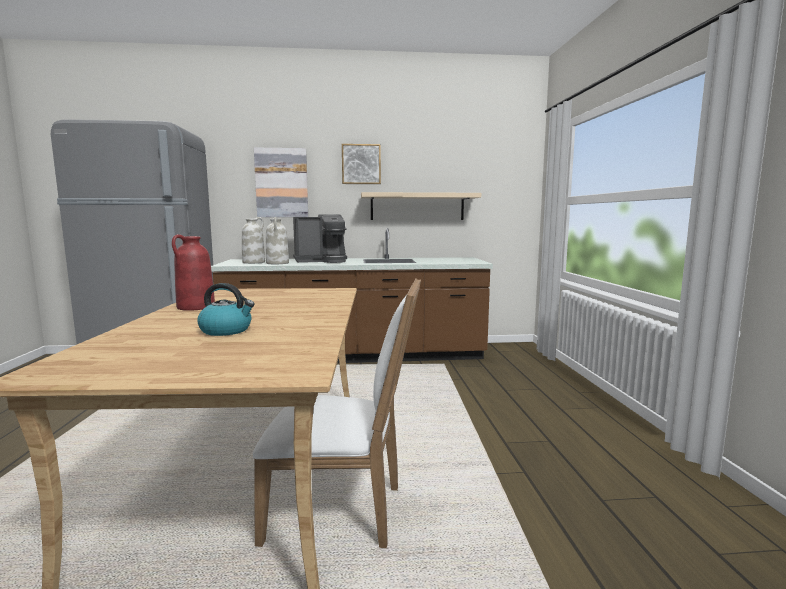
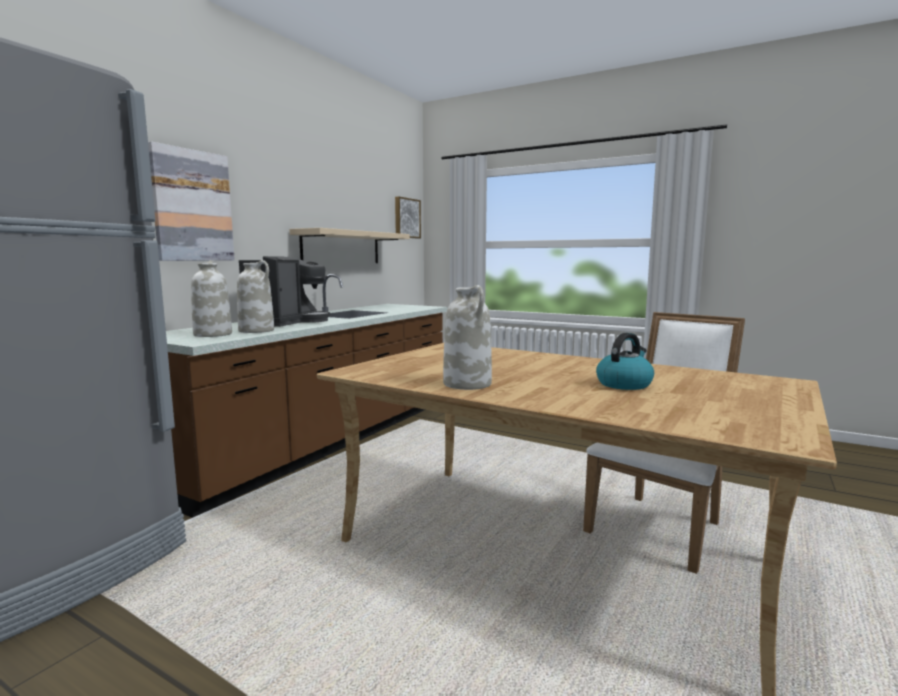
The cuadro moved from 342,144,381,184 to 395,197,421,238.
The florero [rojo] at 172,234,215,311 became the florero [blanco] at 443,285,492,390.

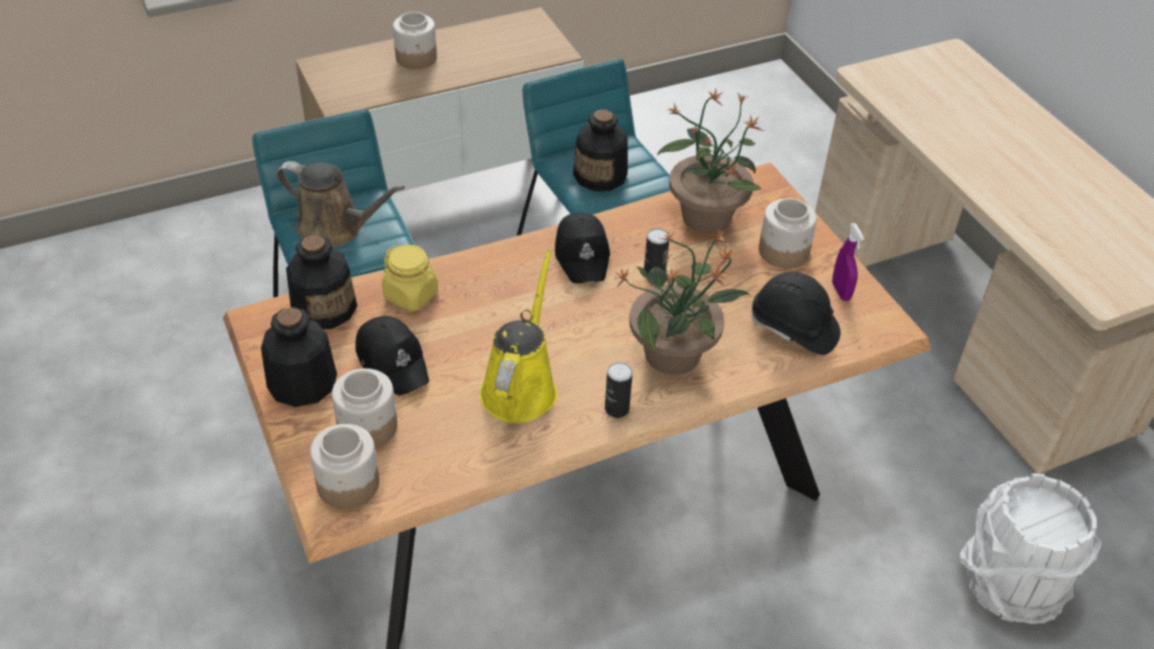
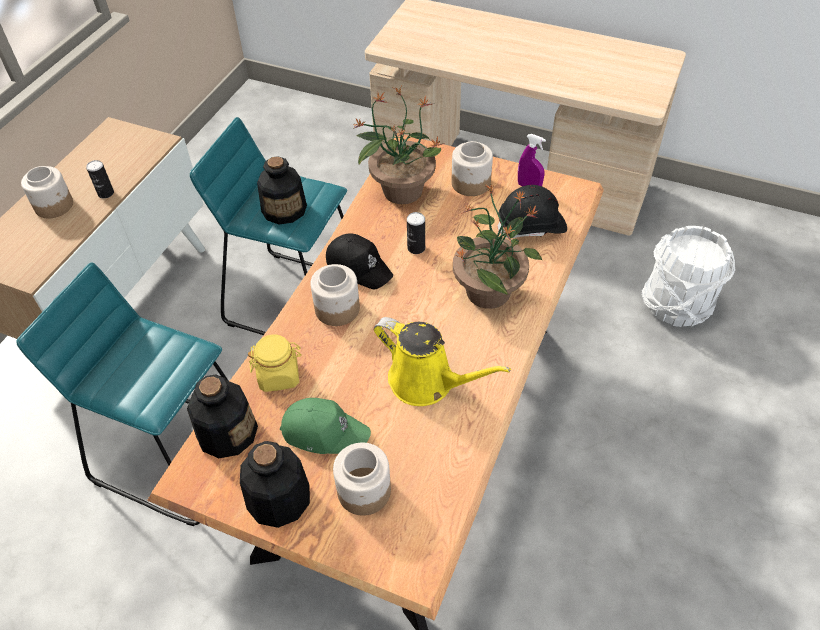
The regadera [marrón] at 276,161,405,248 disappeared.
The tarro moved from 310,424,379,509 to 310,264,360,326.
The lata moved from 605,362,633,418 to 86,160,114,198.
The gorra [negro] at 355,316,429,395 became the gorra [verde] at 280,398,371,454.
The regadera [amarillo] at 479,249,558,423 turned 150 degrees clockwise.

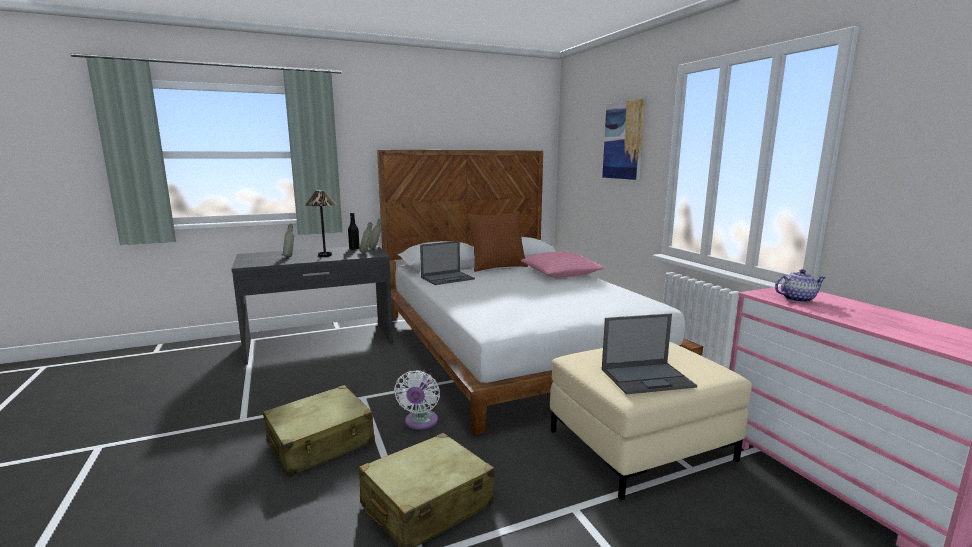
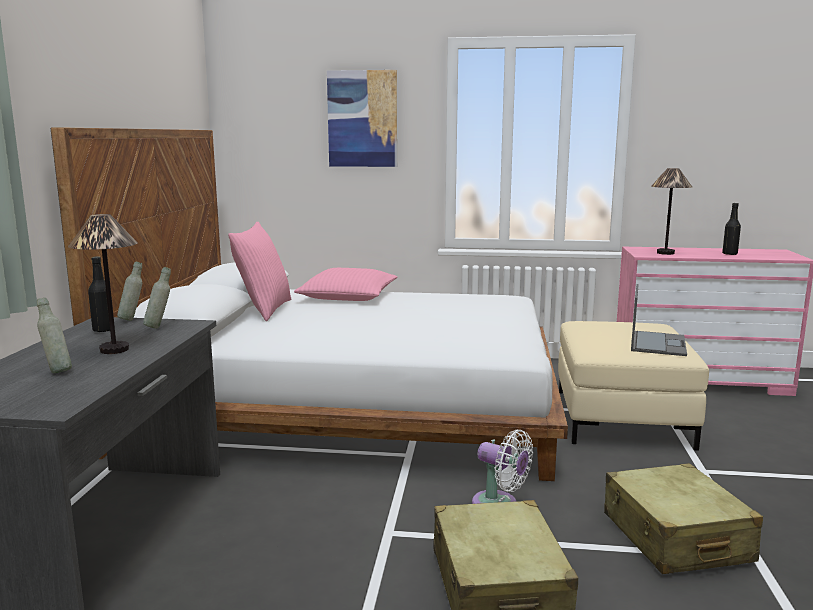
The portátil at 420,241,475,285 disappeared.
The botella [negro] at 722,203,741,255 appeared.
The tetera at 775,269,826,303 was replaced by the lámpara de mesa at 651,168,692,255.
The cojín [marrón] at 466,211,528,272 became the cojín [rosa] at 228,222,291,321.

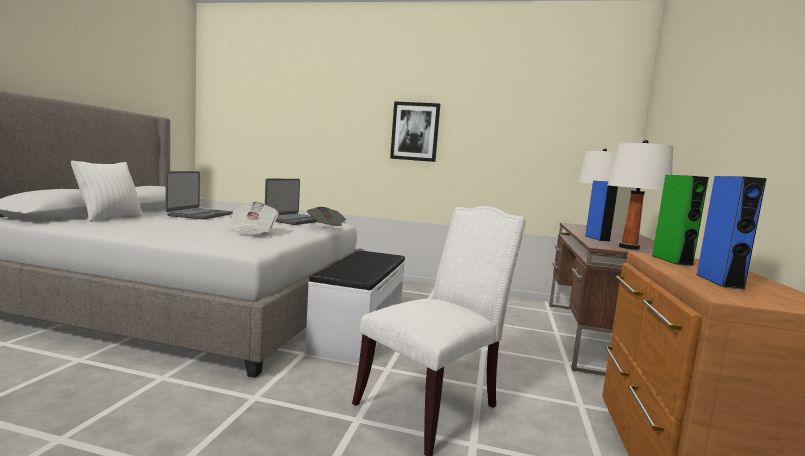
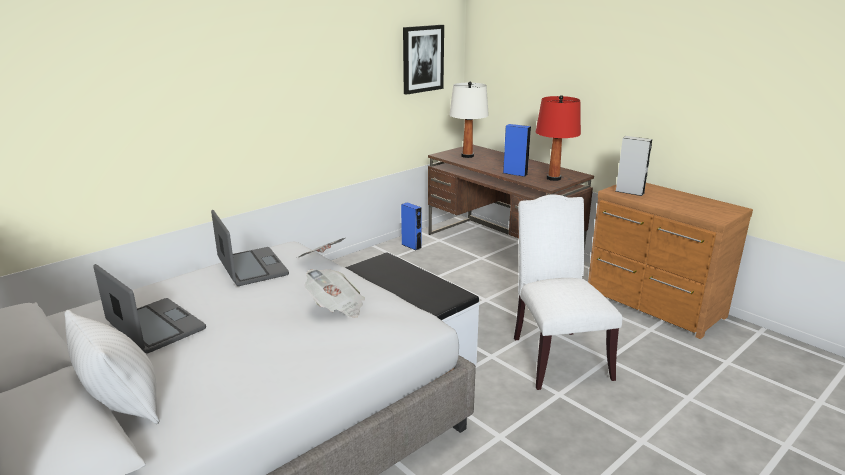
The cuadro moved from 390,101,440,162 to 403,25,444,95.
The altavoz [azul] moved from 696,176,767,290 to 401,202,422,250.
The lámpara de mesa [blanco] at 608,140,673,250 became the lámpara de mesa [rojo] at 536,95,581,181.
The altavoz [verde] at 652,175,709,266 became the altavoz [gris] at 615,136,652,196.

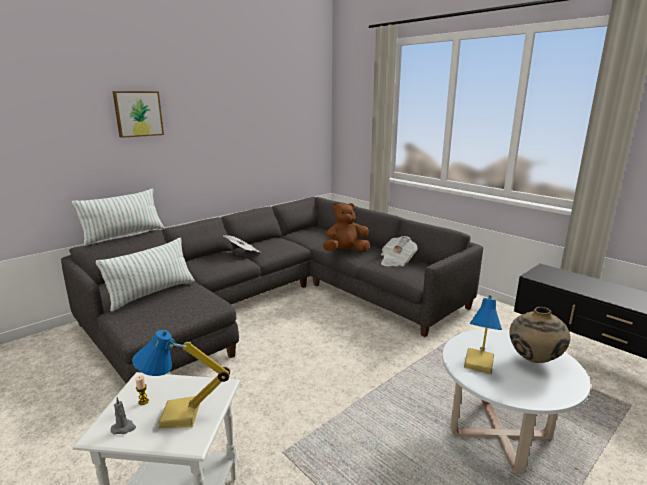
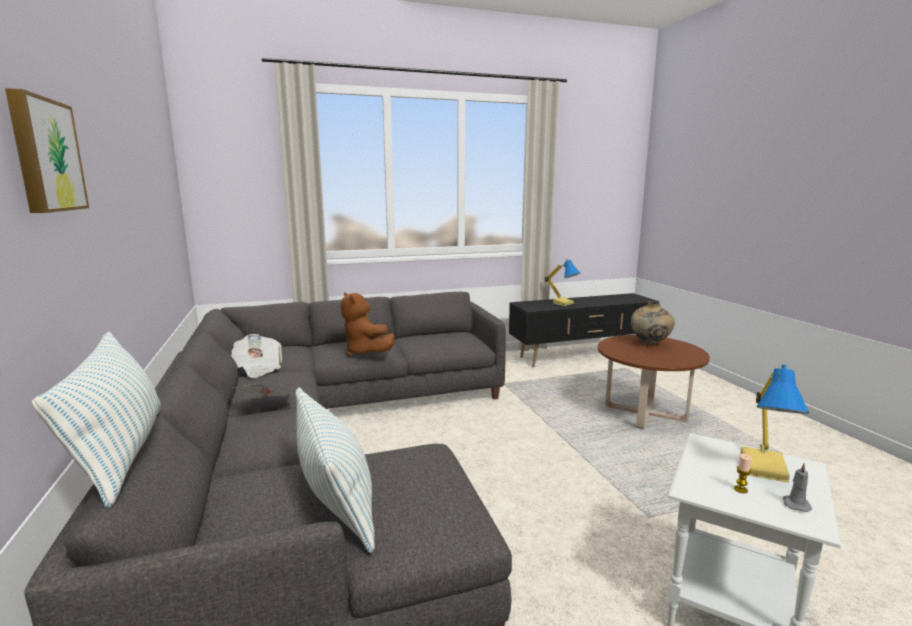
The periódico moved from 381,236,418,266 to 231,334,282,378.
The lámpara de mesa moved from 464,295,502,374 to 545,259,581,306.
The mesa de centro [blanco] at 442,329,591,474 became the mesa de centro [marrón] at 598,335,710,429.
The peluche [marrón] at 323,203,370,251 turned 45 degrees counterclockwise.

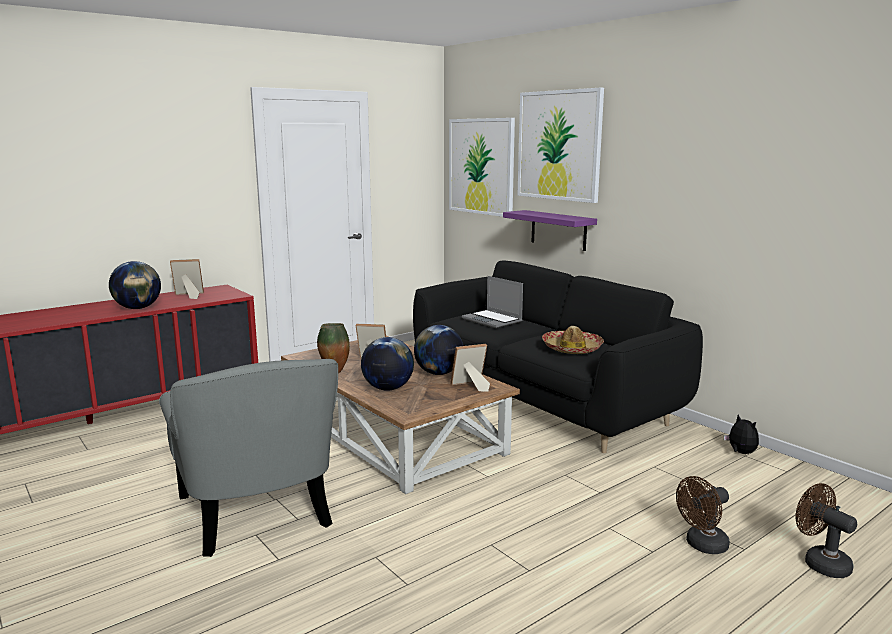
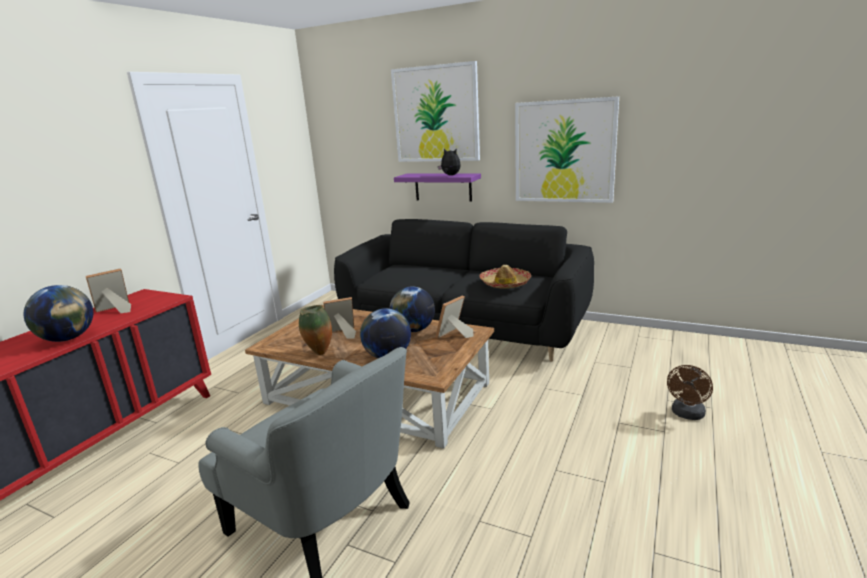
The portátil at 462,276,523,328 disappeared.
The ventilador [marrón] at 795,483,857,578 disappeared.
The cuadro moved from 449,118,515,217 to 515,96,619,203.
The peluche moved from 724,415,759,454 to 438,149,461,175.

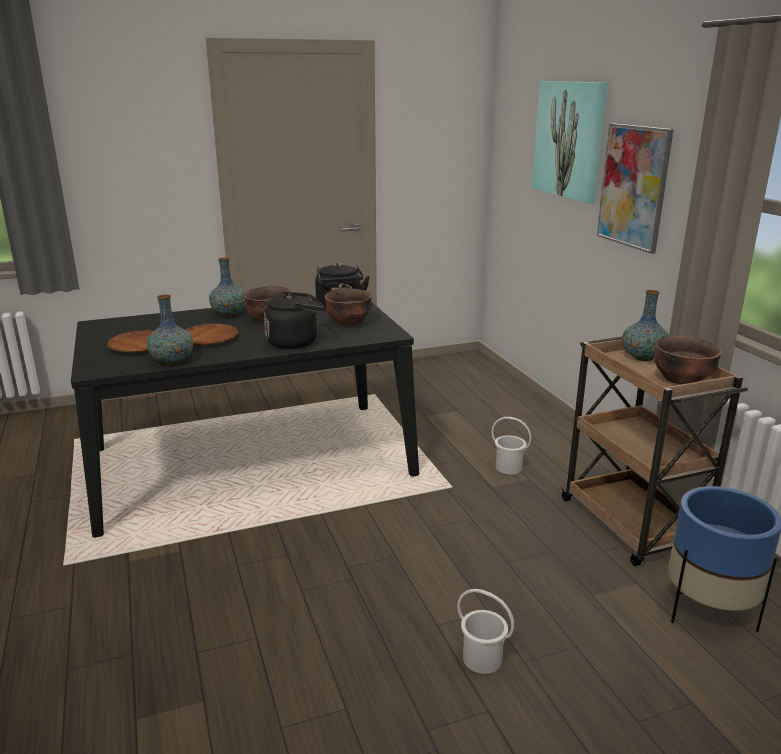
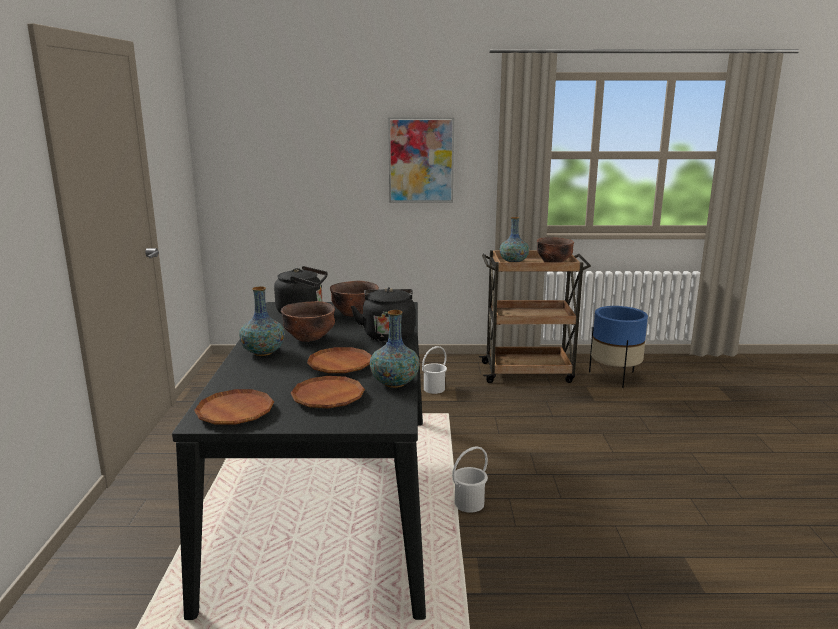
The cuadro at 532,81,608,204 disappeared.
The plato [marrón] at 194,389,274,425 appeared.
The cubo [blanco] moved from 457,589,514,674 to 452,446,488,513.

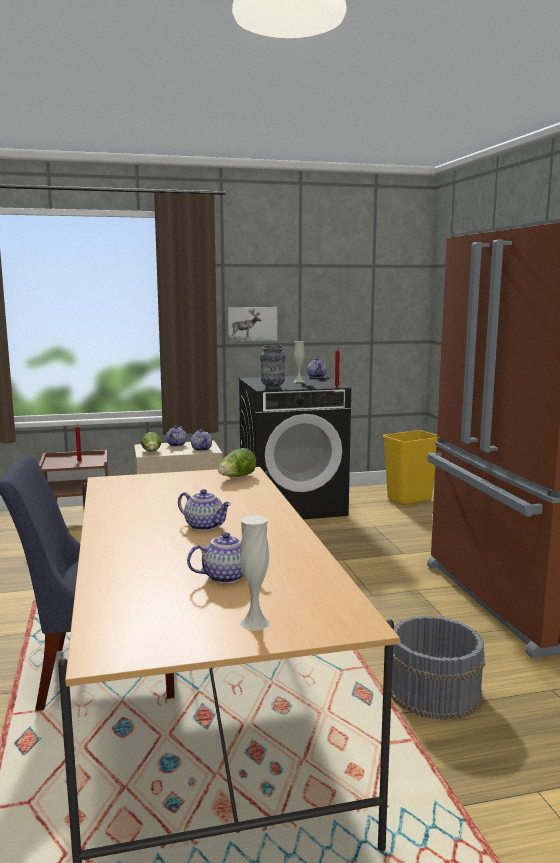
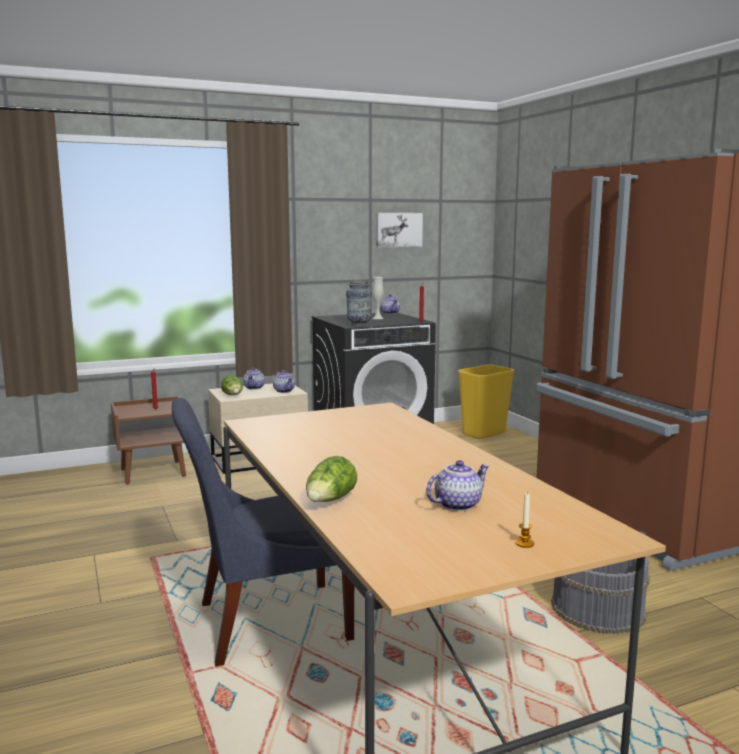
The tetera at 178,489,231,531 disappeared.
The lechuga moved from 218,448,256,477 to 306,456,357,502.
The cuadro moved from 228,307,277,342 to 376,213,423,247.
The florero [blanco] at 239,515,271,631 was replaced by the vela at 515,493,534,548.

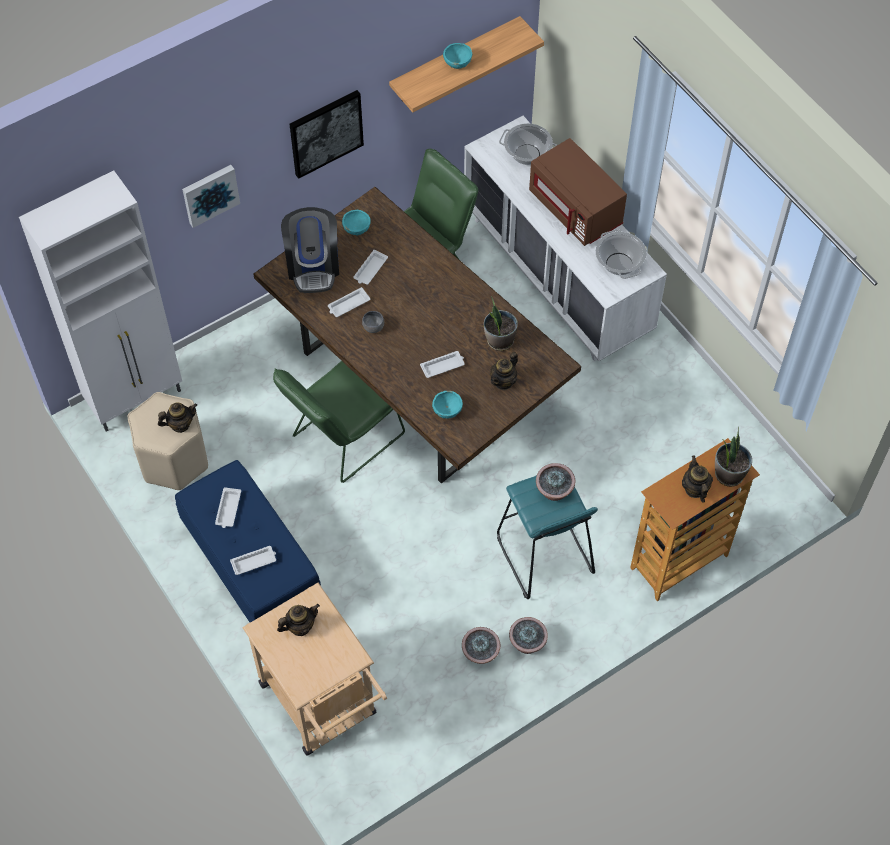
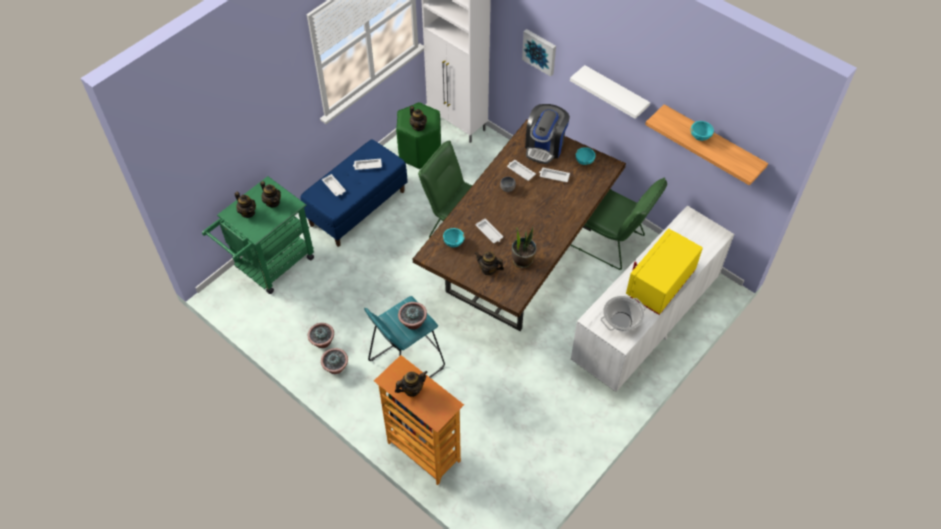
The olla at 499,123,557,165 disappeared.
The planta en maceta at 715,427,752,487 disappeared.
The tetera at 235,192,256,218 appeared.
The cuadro at 290,90,364,179 was replaced by the estante [blanco] at 570,65,650,119.
The taburete [beis] at 127,392,208,490 became the taburete [verde] at 396,102,441,169.
The carrito [beis] at 242,583,387,756 became the carrito [verde] at 202,176,314,294.
The microondas [marrón] at 529,138,627,246 became the microondas [amarillo] at 626,228,703,315.
The cafetera at 281,207,339,293 turned 45 degrees counterclockwise.

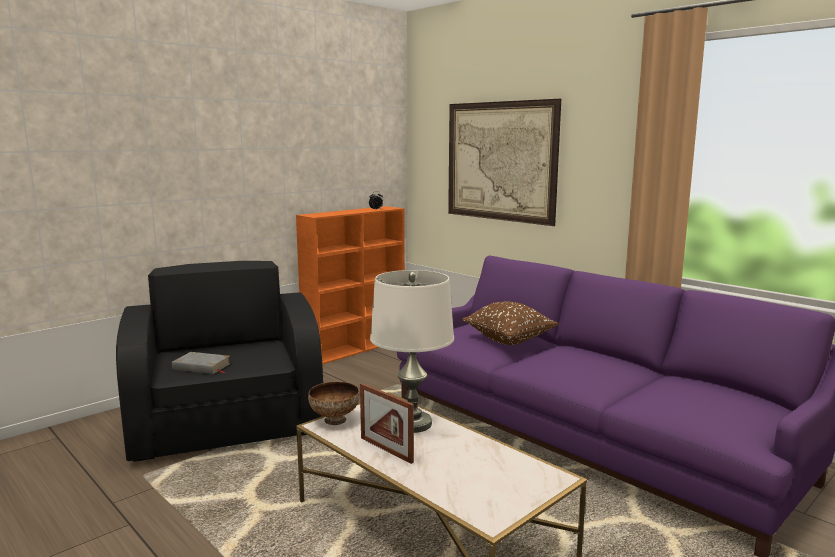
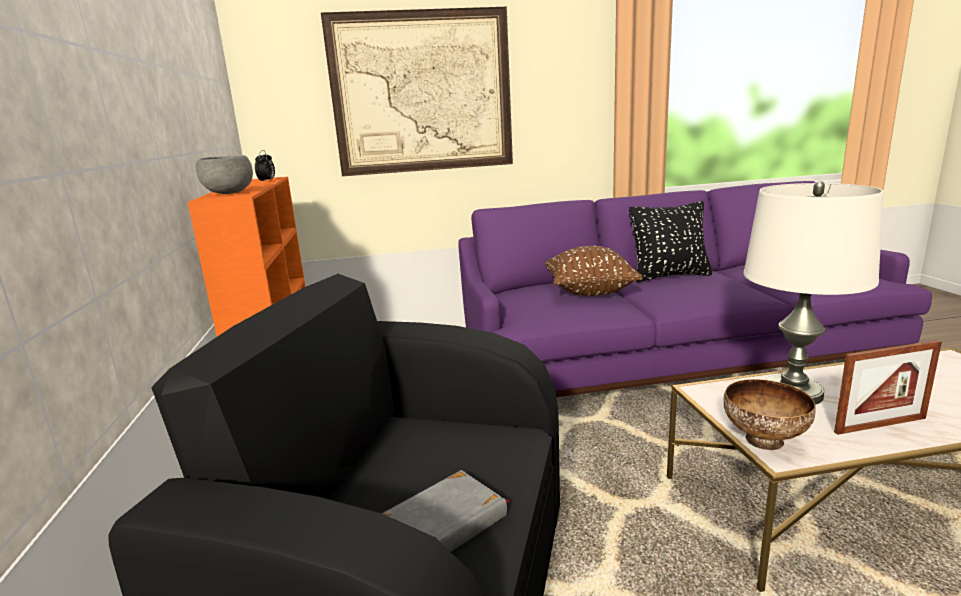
The cuenco [gris] at 196,155,253,194 appeared.
The cojín [negro] at 629,201,712,282 appeared.

